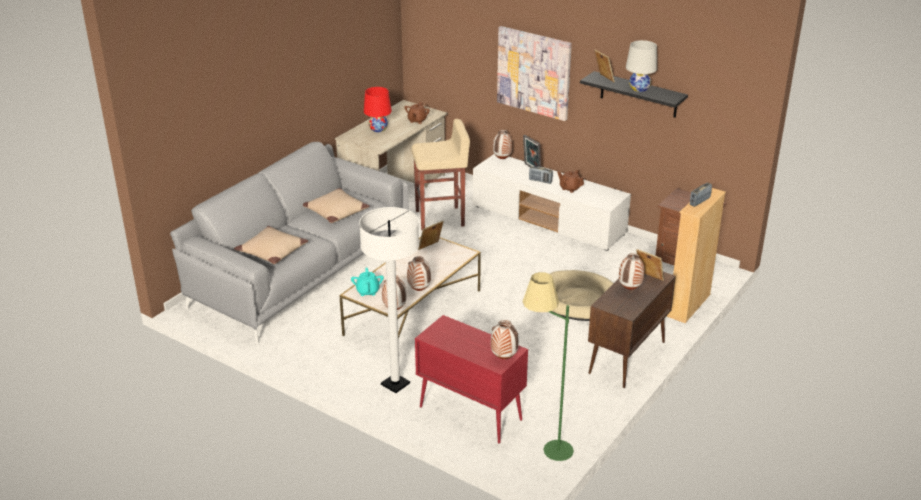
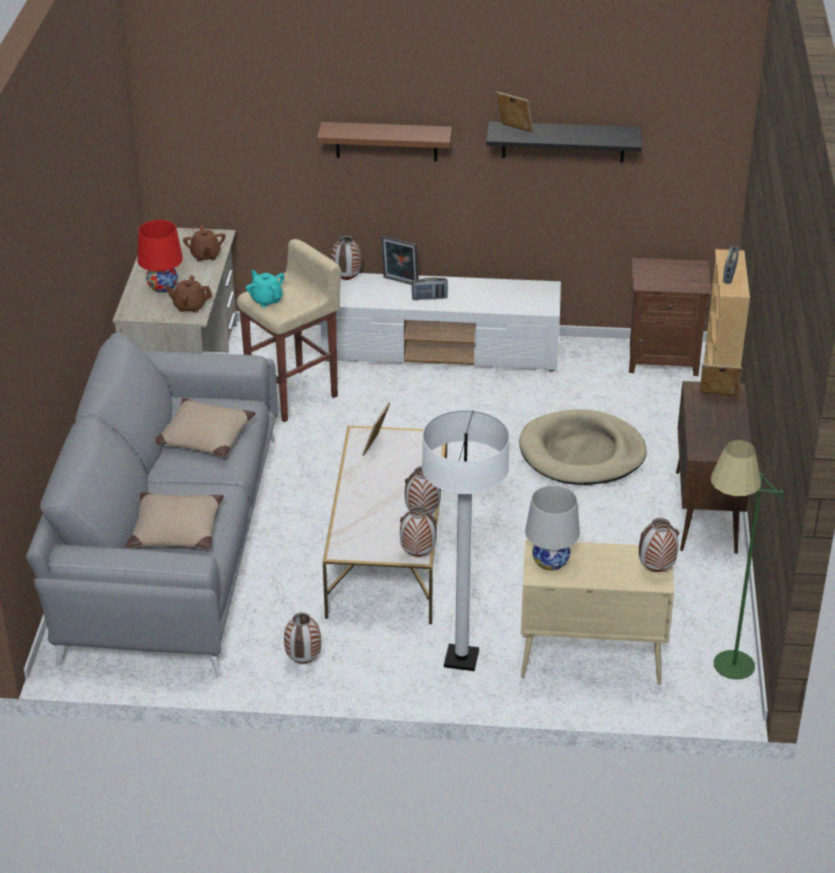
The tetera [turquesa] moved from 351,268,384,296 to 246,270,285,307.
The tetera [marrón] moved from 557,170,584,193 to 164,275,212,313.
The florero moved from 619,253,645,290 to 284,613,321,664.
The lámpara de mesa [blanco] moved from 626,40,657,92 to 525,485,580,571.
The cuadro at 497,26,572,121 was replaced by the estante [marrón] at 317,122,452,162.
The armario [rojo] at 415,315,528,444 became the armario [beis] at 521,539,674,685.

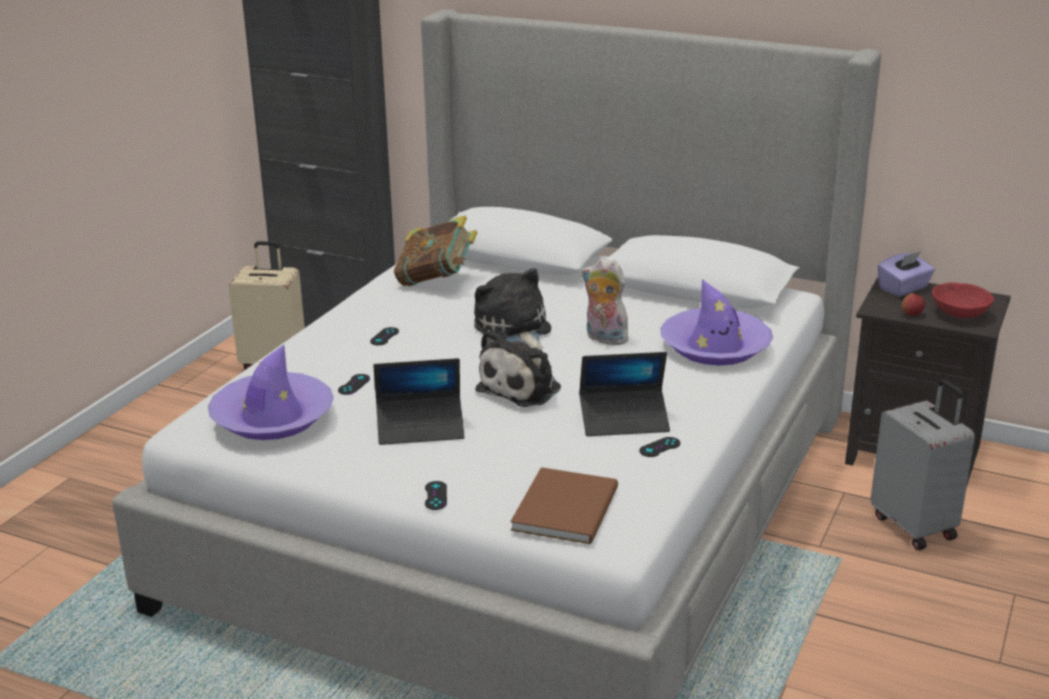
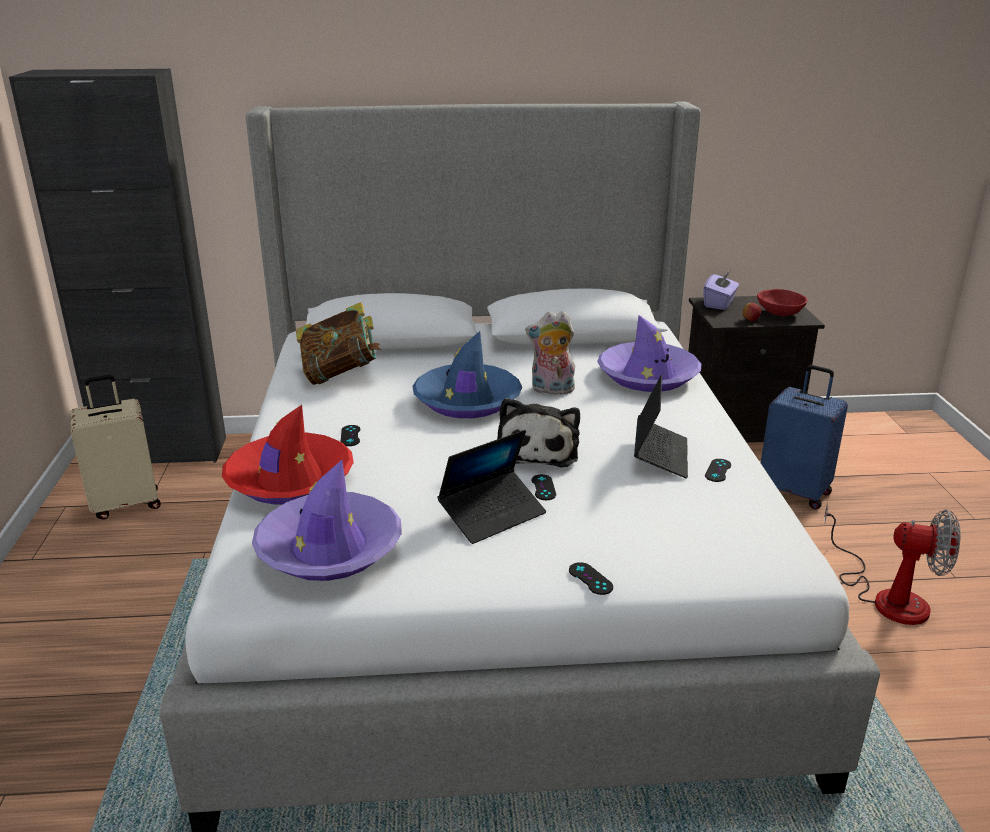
The libro [marrón] at 510,467,618,544 disappeared.
The sombrero [rojo] at 222,405,354,505 appeared.
The ventilador at 824,502,961,625 appeared.
The mando de consola [negro] moved from 338,374,370,395 to 532,474,556,500.
The peluche at 474,268,551,350 was replaced by the sombrero [azul] at 412,331,522,418.
The maleta [gris] at 870,379,975,550 became the maleta [azul] at 761,365,848,510.
The portátil at 579,352,670,436 turned 45 degrees counterclockwise.

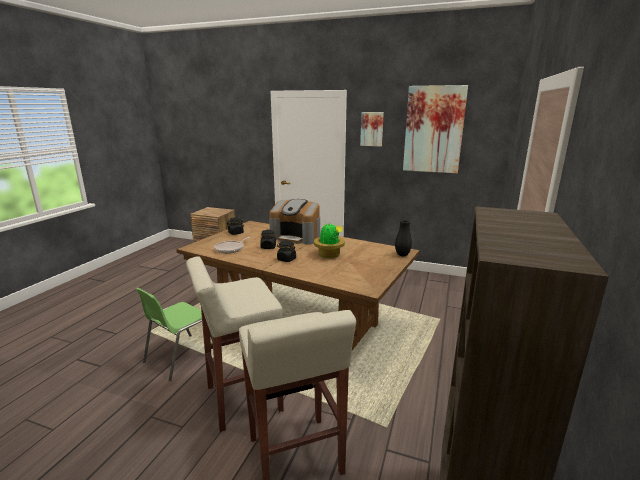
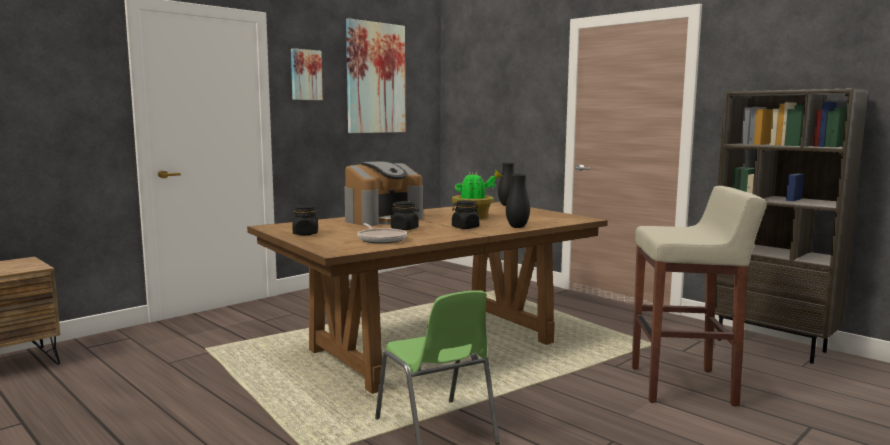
The taburete [beis] at 186,256,284,432 disappeared.
The florero [negro] at 506,174,530,228 appeared.

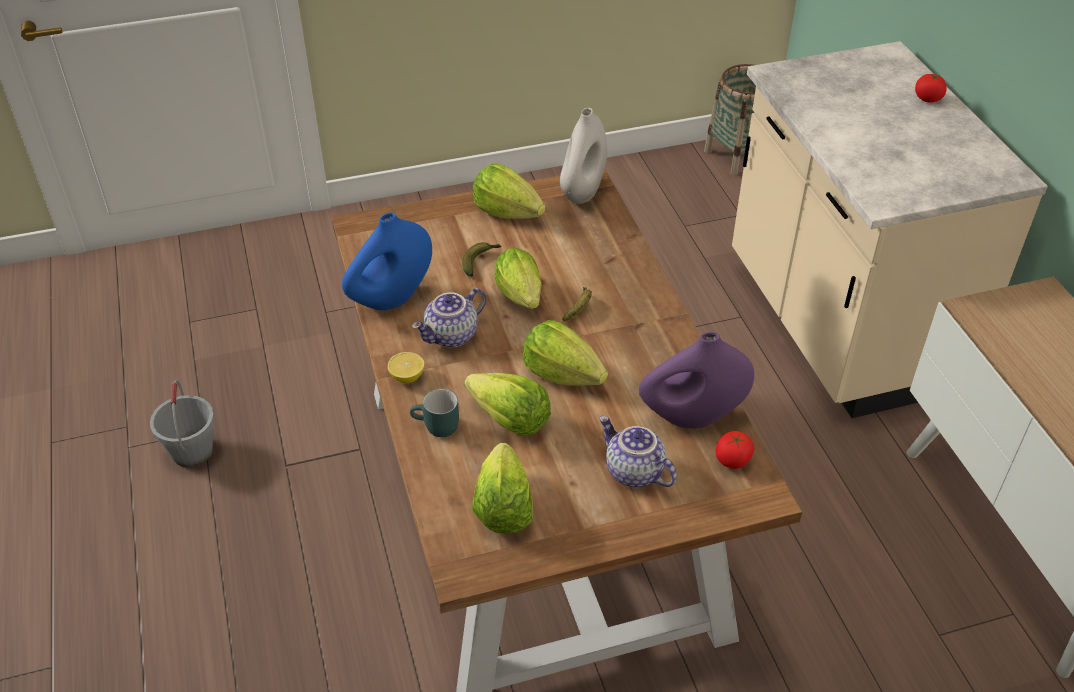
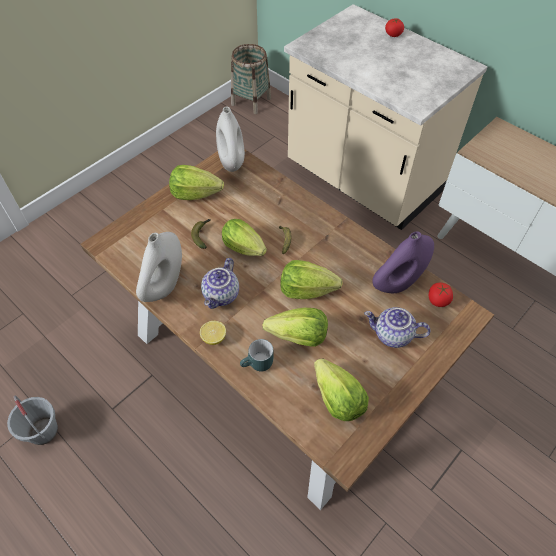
The florero [azul] at 342,213,432,310 became the florero [blanco] at 136,232,182,302.

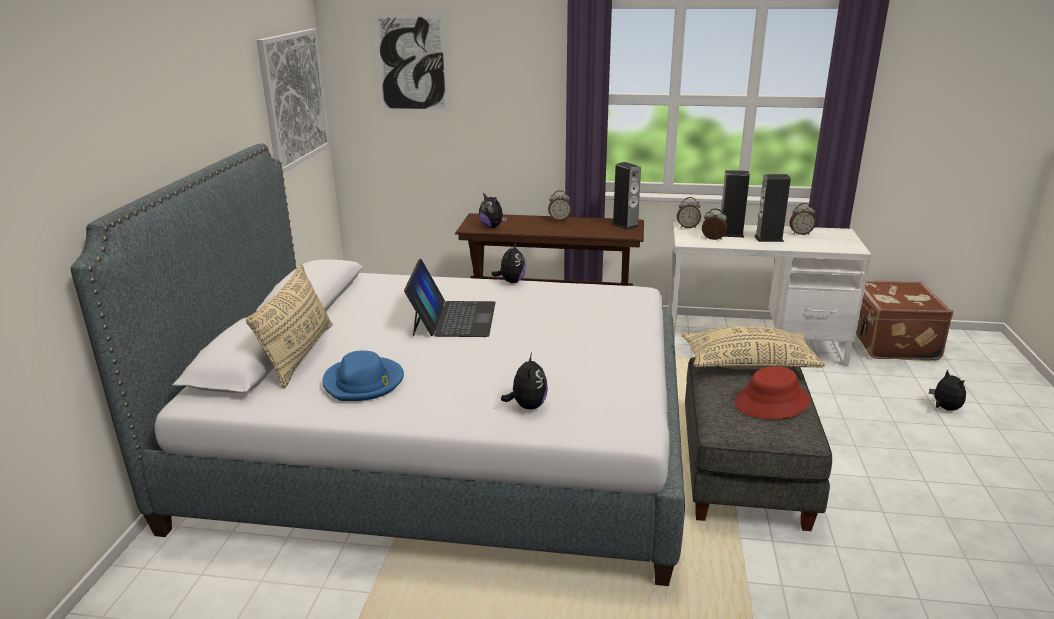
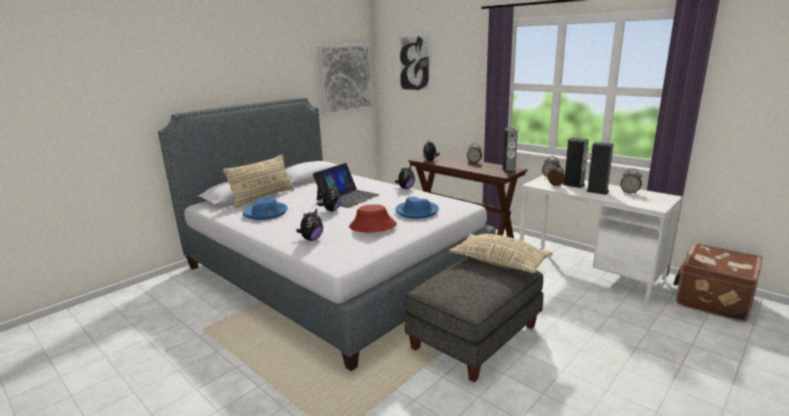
The sombrero [azul] at 395,197,439,219 appeared.
The sombrero [rojo] moved from 735,366,810,420 to 349,204,397,232.
The peluche moved from 929,370,966,411 to 317,183,341,211.

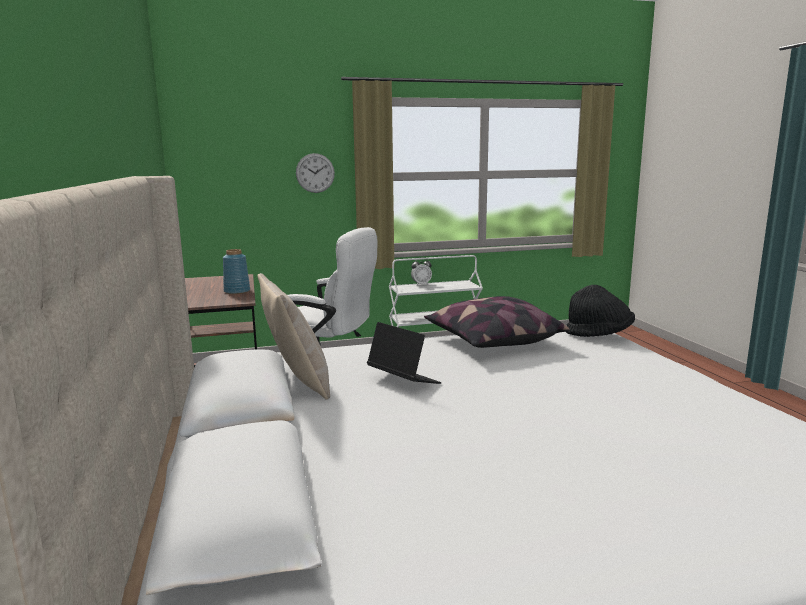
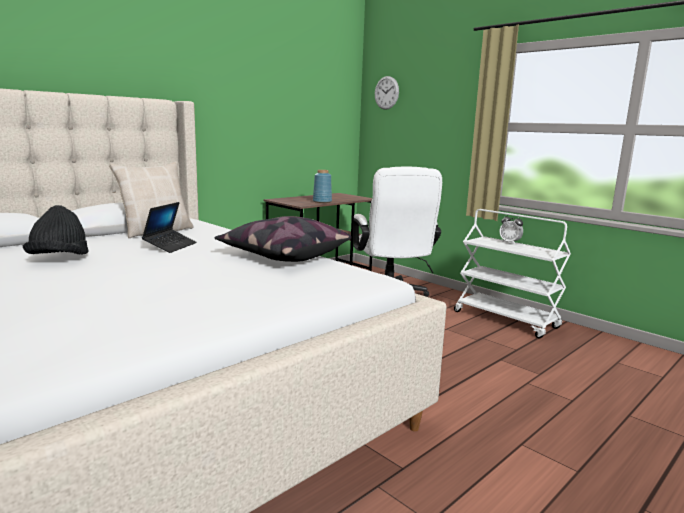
The reloj de pared moved from 296,153,335,193 to 375,76,399,110.
The sombrero [negro] moved from 566,285,635,337 to 23,205,89,255.

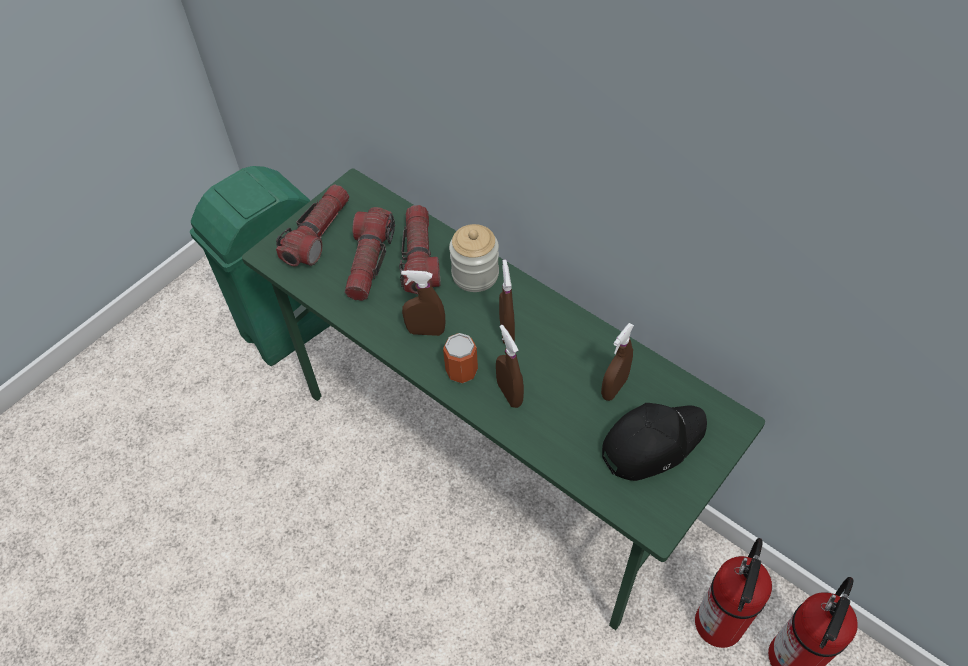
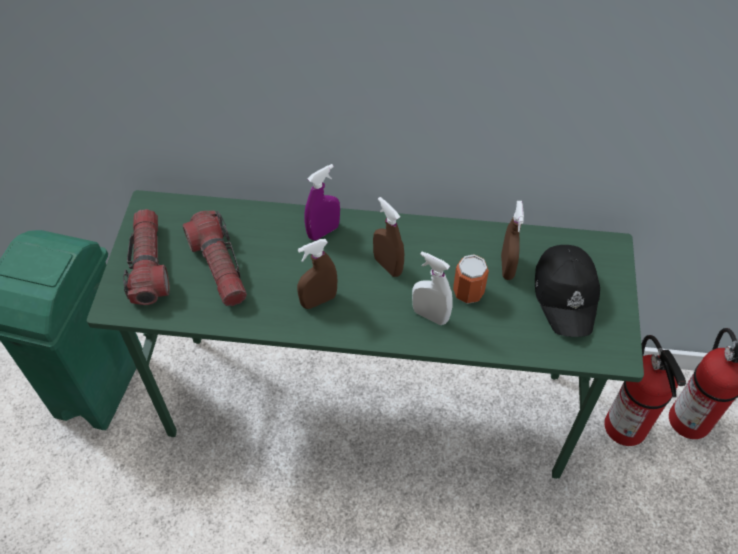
The linterna at 399,205,441,294 disappeared.
The lata moved from 443,333,478,383 to 453,254,489,304.
The tarro at 449,224,499,292 was replaced by the pulverizador [morado] at 304,164,340,240.
The pulverizador [marrón] at 496,325,524,408 became the pulverizador [blanco] at 412,251,453,325.
The gorra [negro] at 602,403,707,481 turned 150 degrees clockwise.

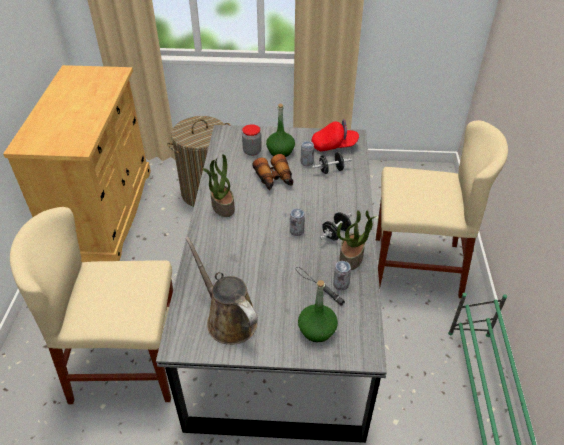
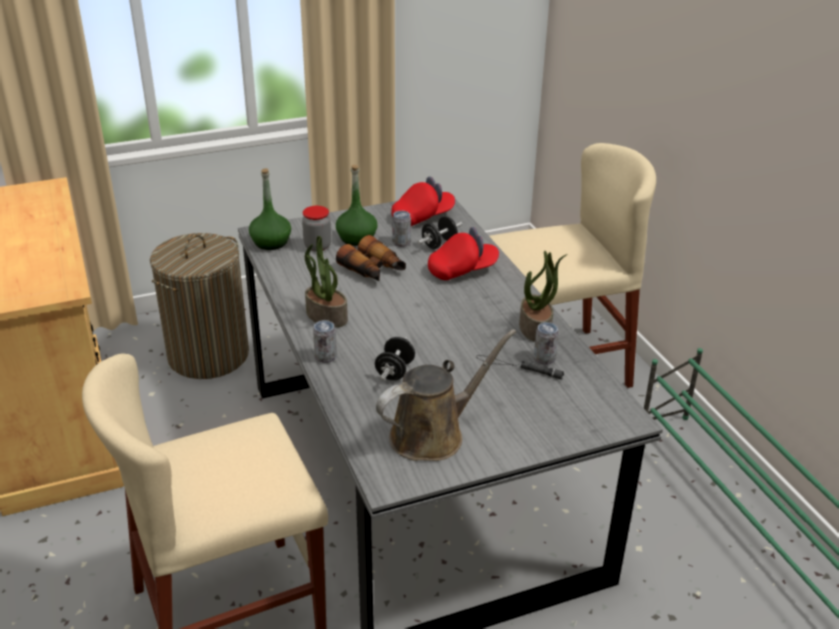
The gorra [rojo] at 428,227,499,280 appeared.
The lata moved from 290,209,305,236 to 313,320,337,363.
The botella [verde] moved from 298,280,338,342 to 249,168,291,250.
The mancuerna [negro] moved from 320,212,352,240 to 375,337,415,381.
The regadera [marrón] at 185,237,258,345 turned 120 degrees clockwise.

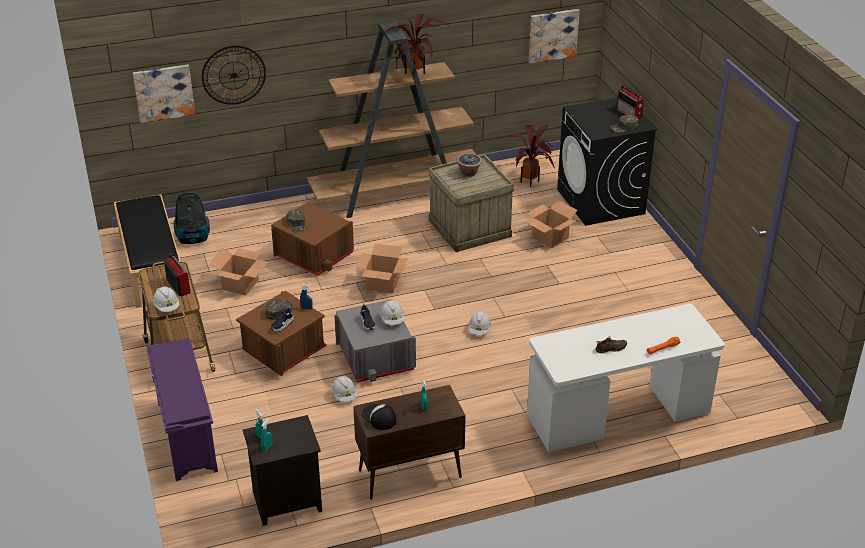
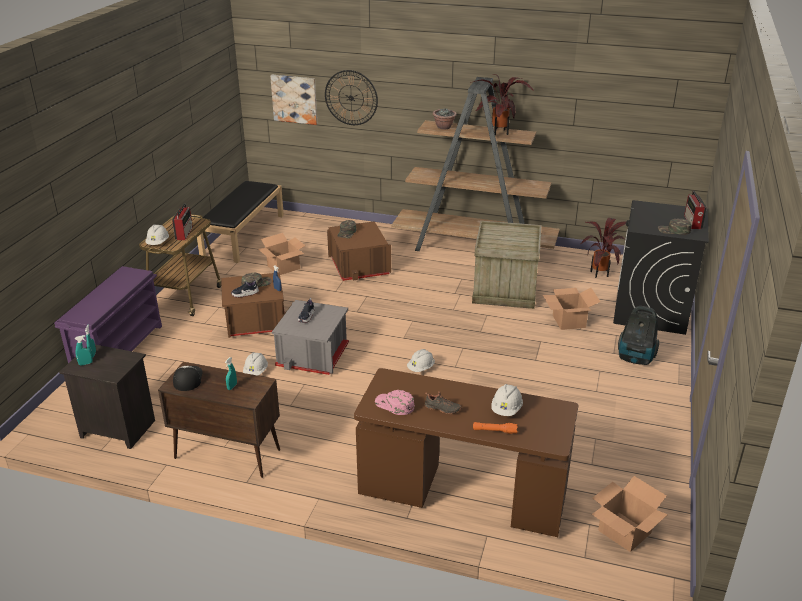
The cuadro at 529,9,580,64 disappeared.
The gorra [rosa] at 375,390,414,415 appeared.
The aspiradora moved from 173,191,210,244 to 618,306,659,365.
The caja de cartón moved from 356,244,408,293 to 592,476,668,552.
The casco [blanco] moved from 380,300,404,325 to 492,384,523,416.
The planta en maceta moved from 457,153,482,177 to 433,108,457,130.
The escritorio [blanco] at 527,304,725,452 became the escritorio [marrón] at 354,368,578,537.

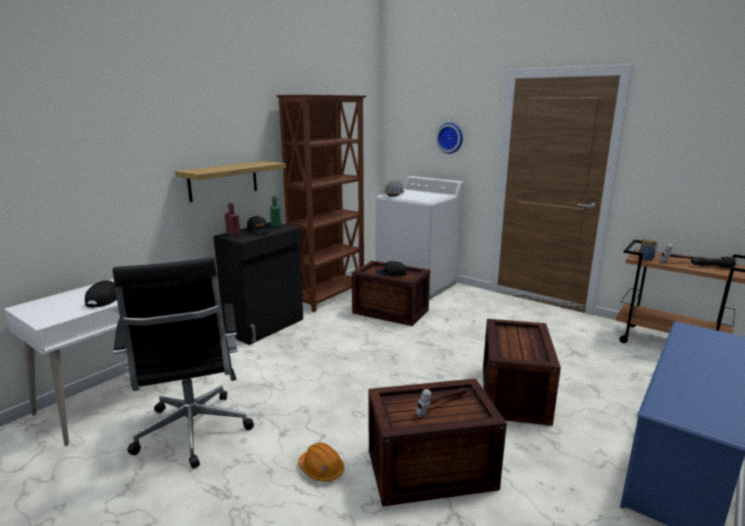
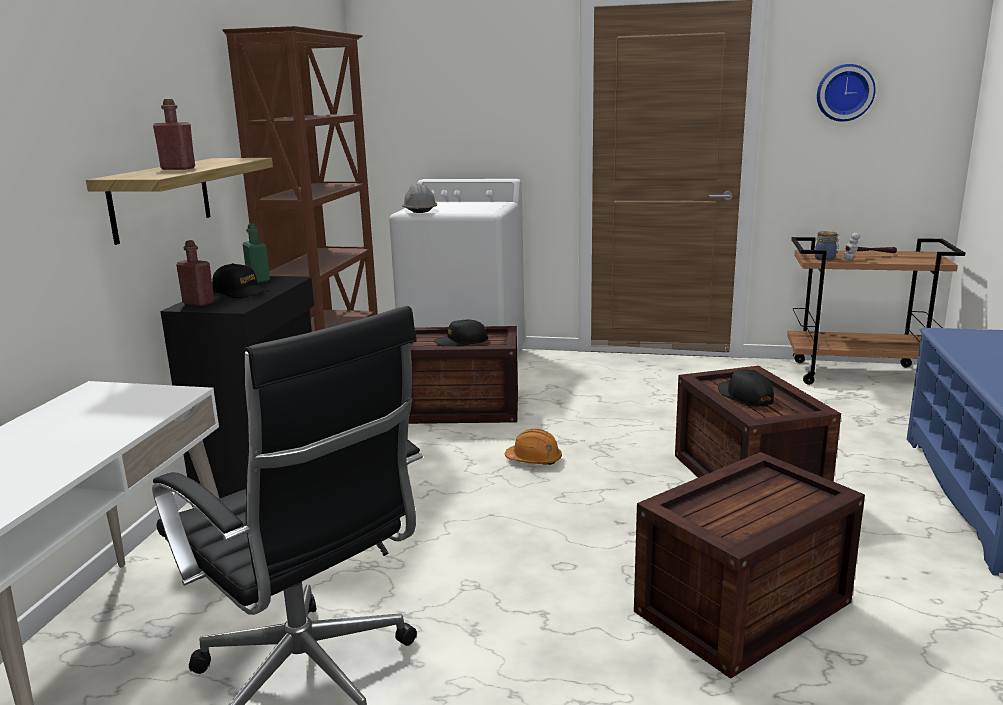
The martillo at 416,387,467,417 disappeared.
The linterna [negro] at 691,257,736,268 disappeared.
The botella [rojo] at 153,99,195,170 appeared.
The gorra [negro] moved from 85,280,117,308 to 718,369,774,407.
The casco [naranja] moved from 298,442,344,482 to 505,429,562,465.
The reloj de pared moved from 436,123,463,154 to 817,64,876,122.

